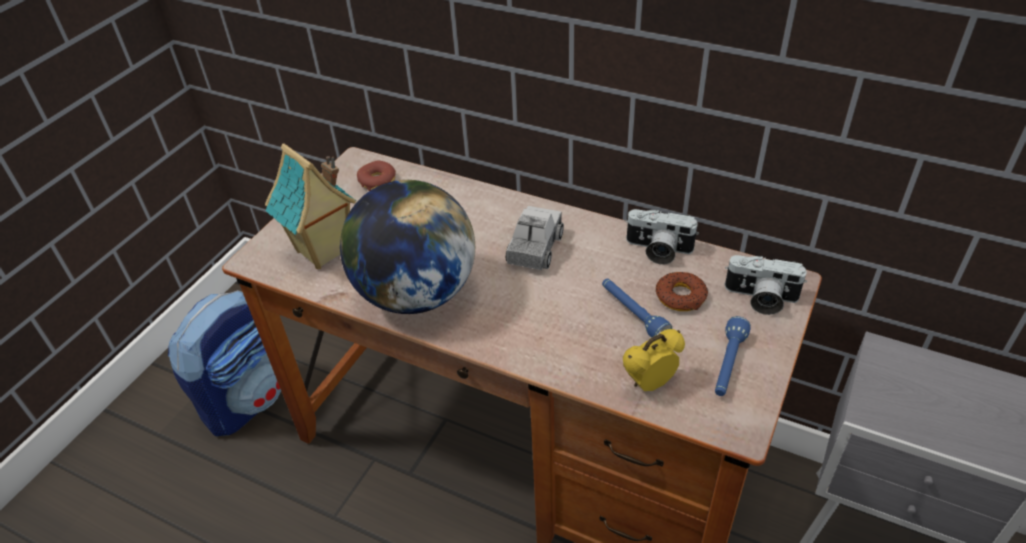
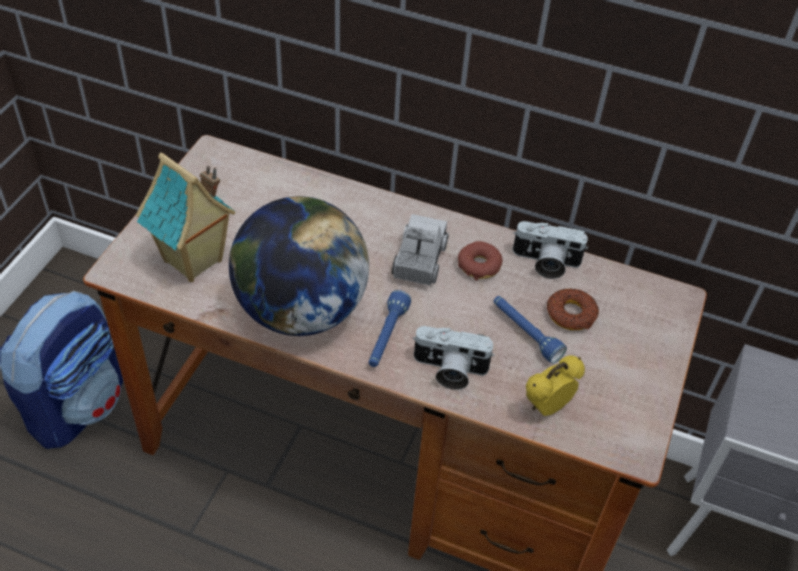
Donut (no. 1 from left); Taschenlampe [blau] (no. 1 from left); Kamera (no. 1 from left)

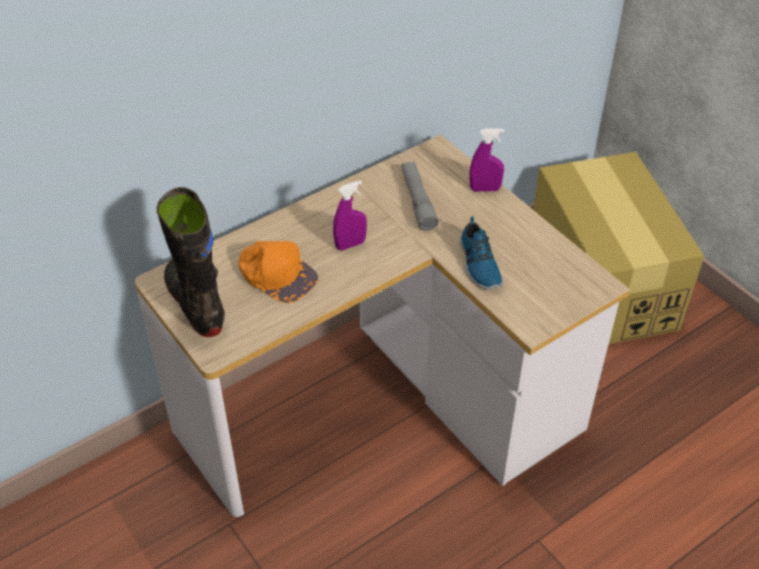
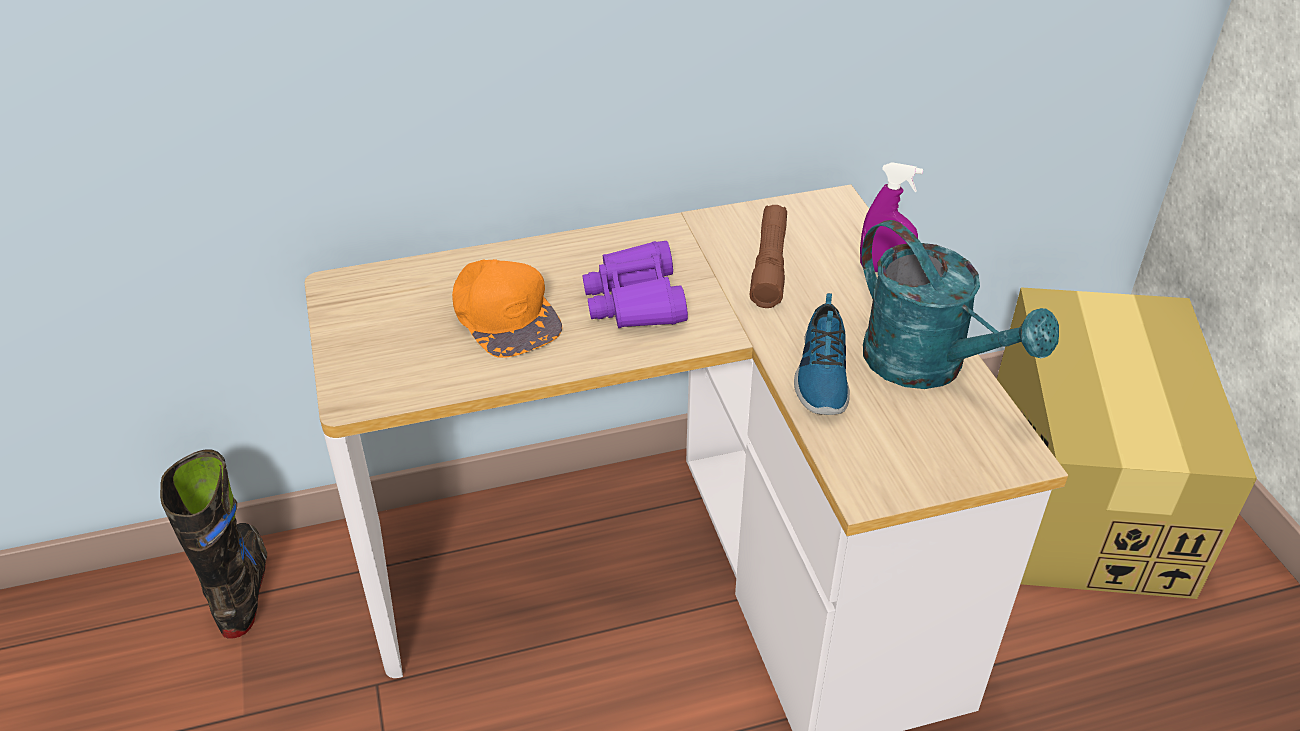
Gießkanne [türkis]; Stiefel [schwarz]; Fernglas [lila]; Taschenlampe [braun]

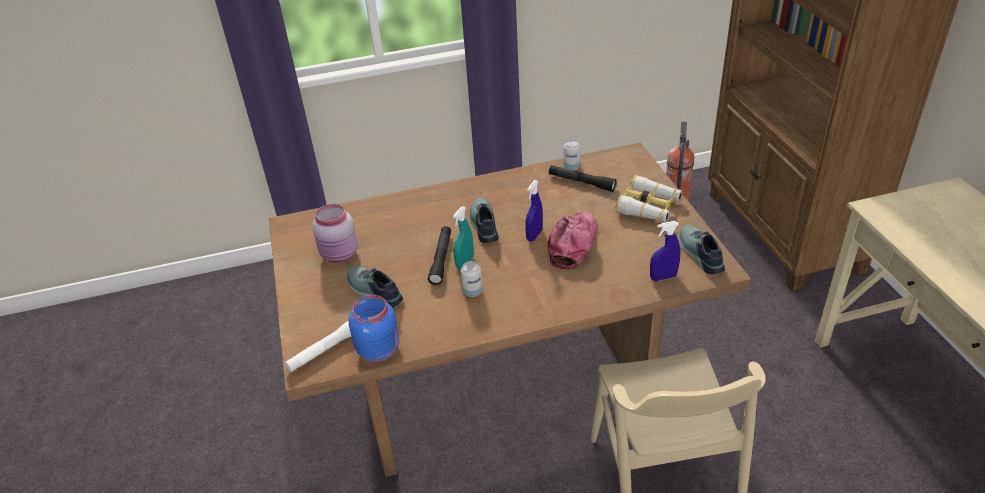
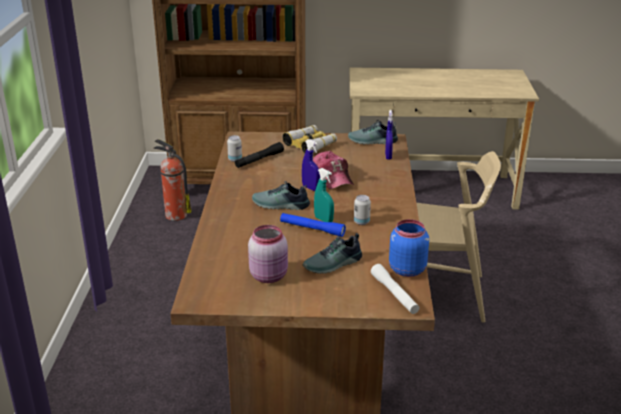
Taschenlampe [blau]; Kappe

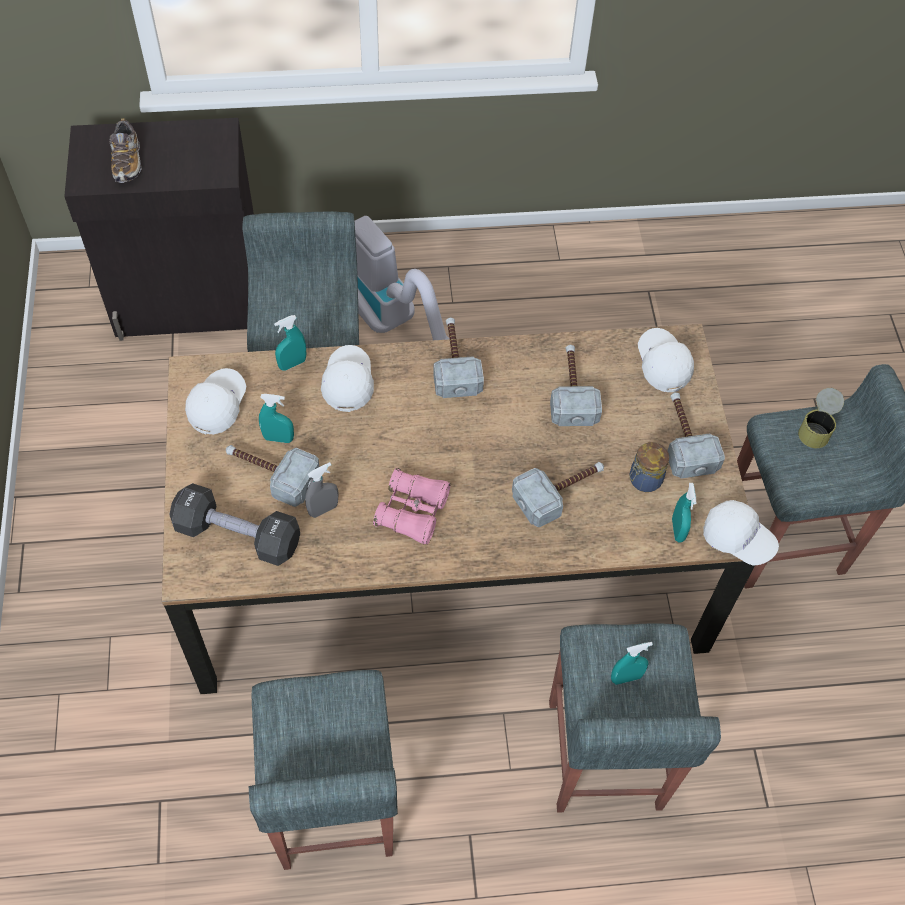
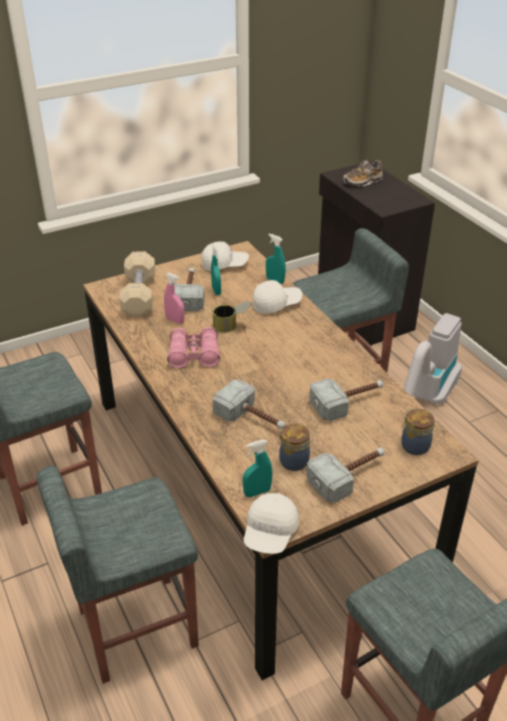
Hammer (no. 2 from left in the first image); Sprühflasche [türkis] (no. 3 from left in the first image); Dose; Vorratsglas (no. 2 from left); Hantel [beige]; Sprühflasche [rosa]

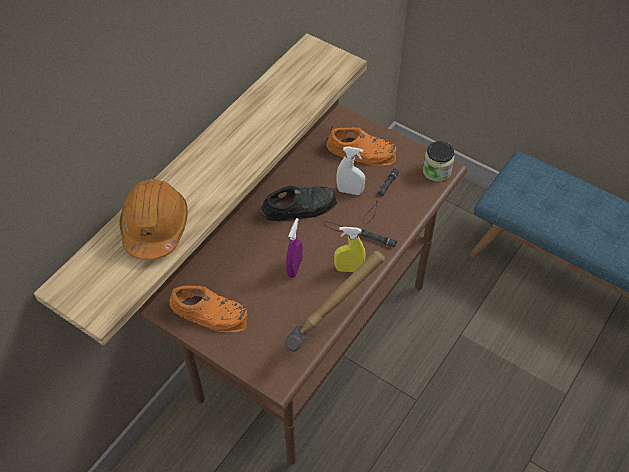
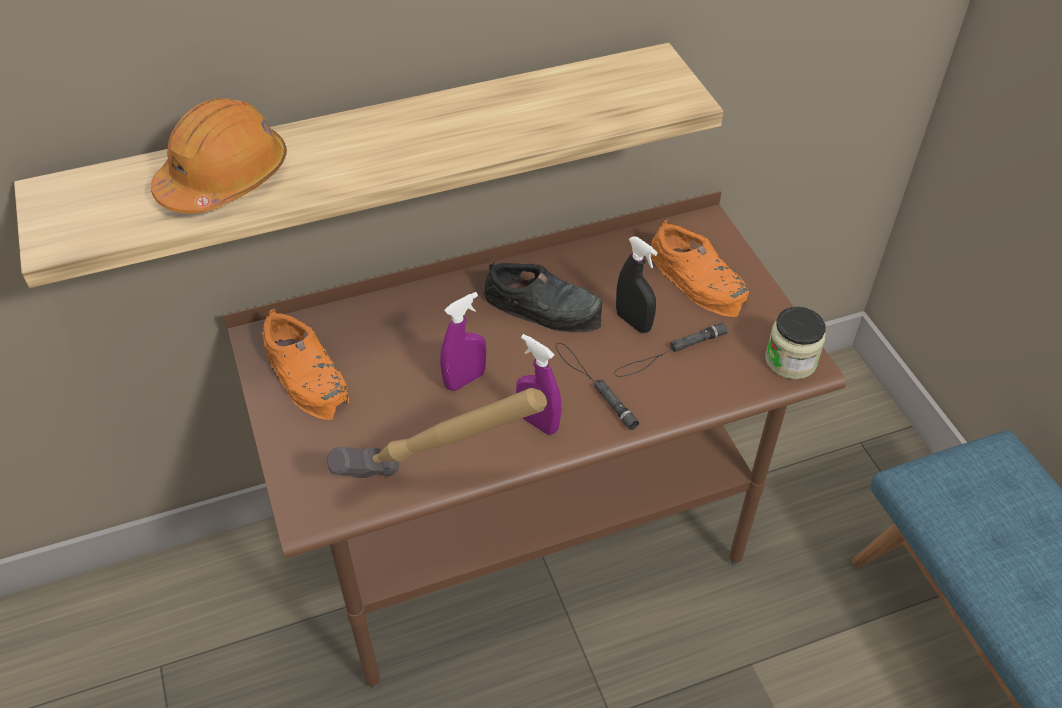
Sprühflasche [lila] (no. 2 from left); Sprühflasche [schwarz]

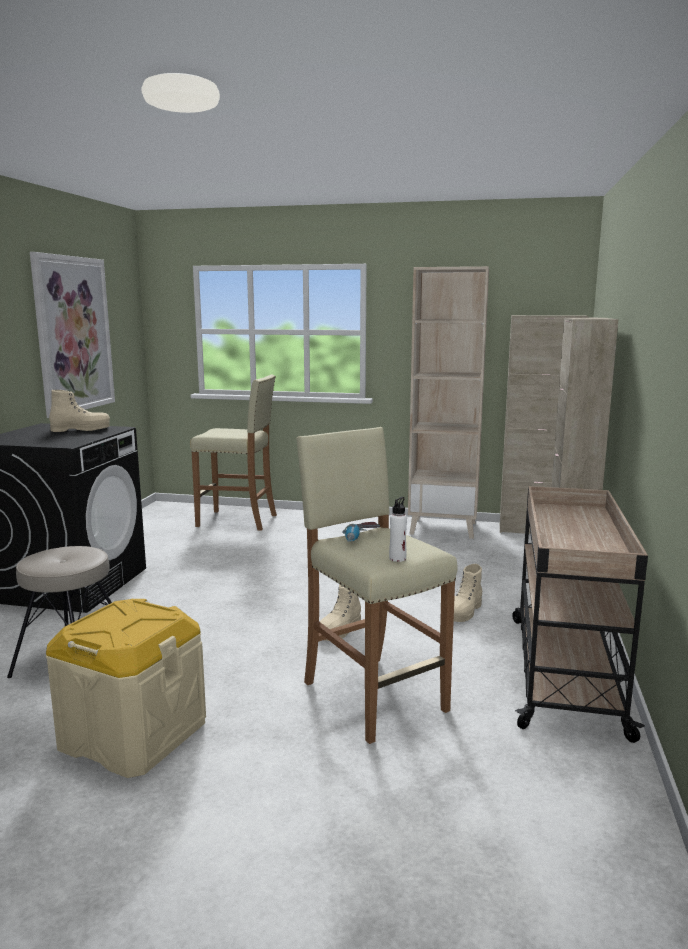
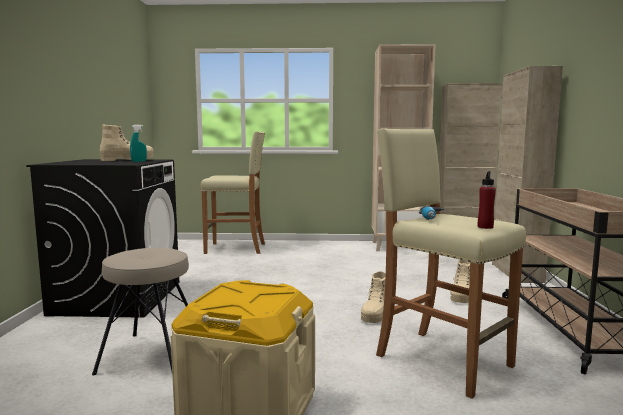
Bild; Sprühflasche [türkis]; Flasche [rot]

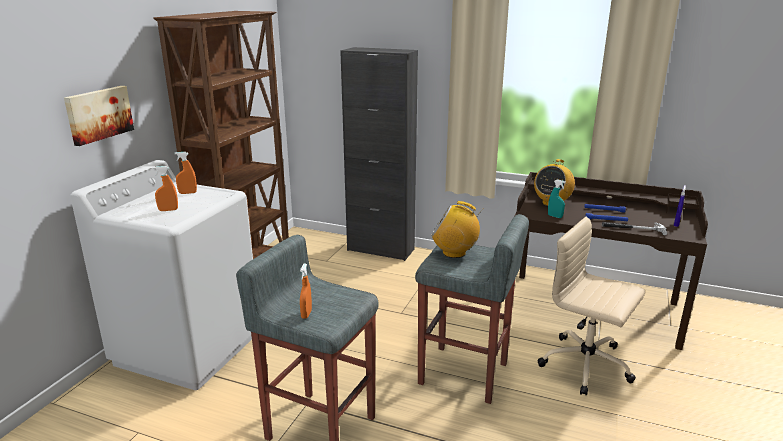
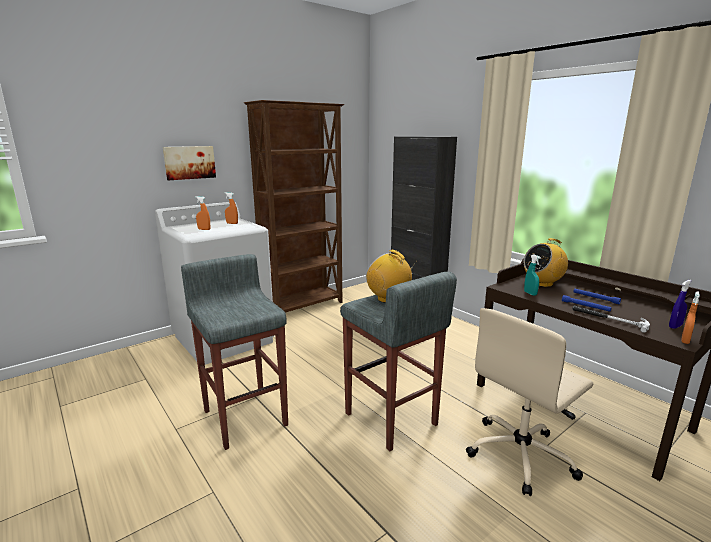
Sprühflasche [orange] (no. 3 from left); Bürostuhl [beige]

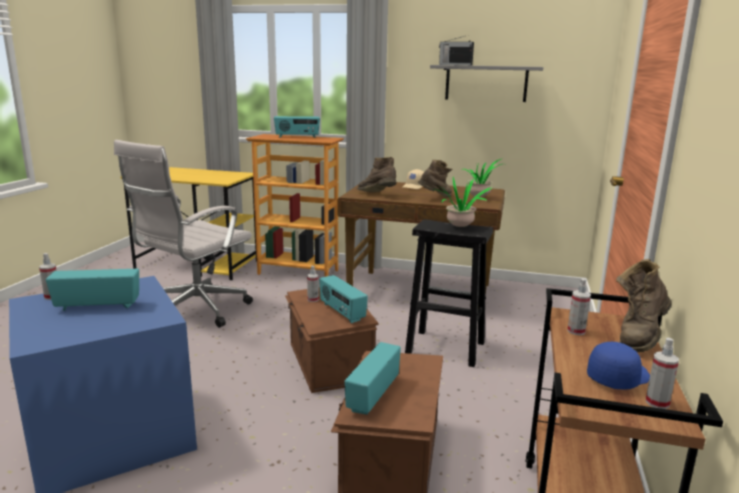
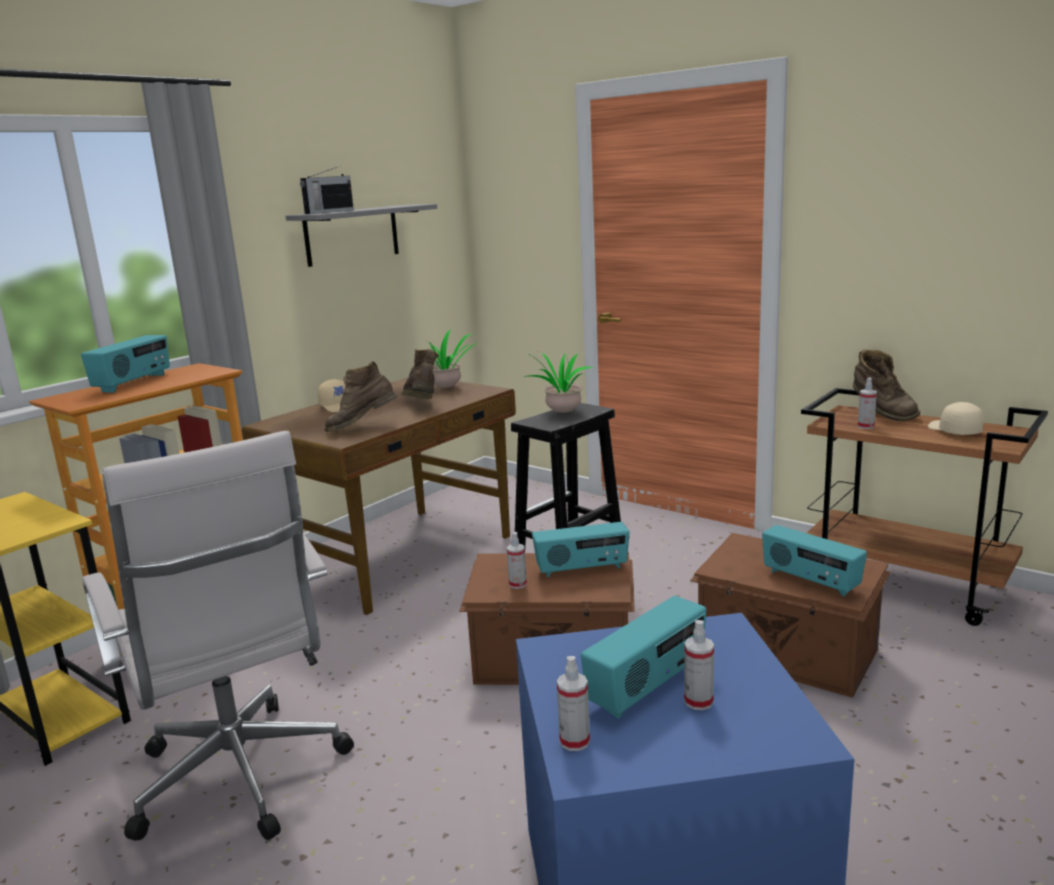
Sprühflasche (no. 3 from left); Kappe [beige] (no. 2 from left); Radio (no. 4 from left)

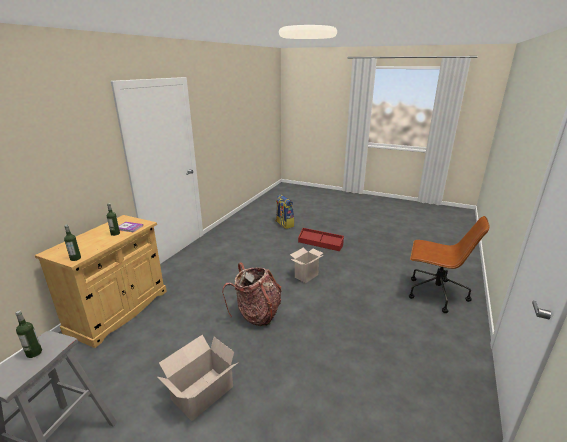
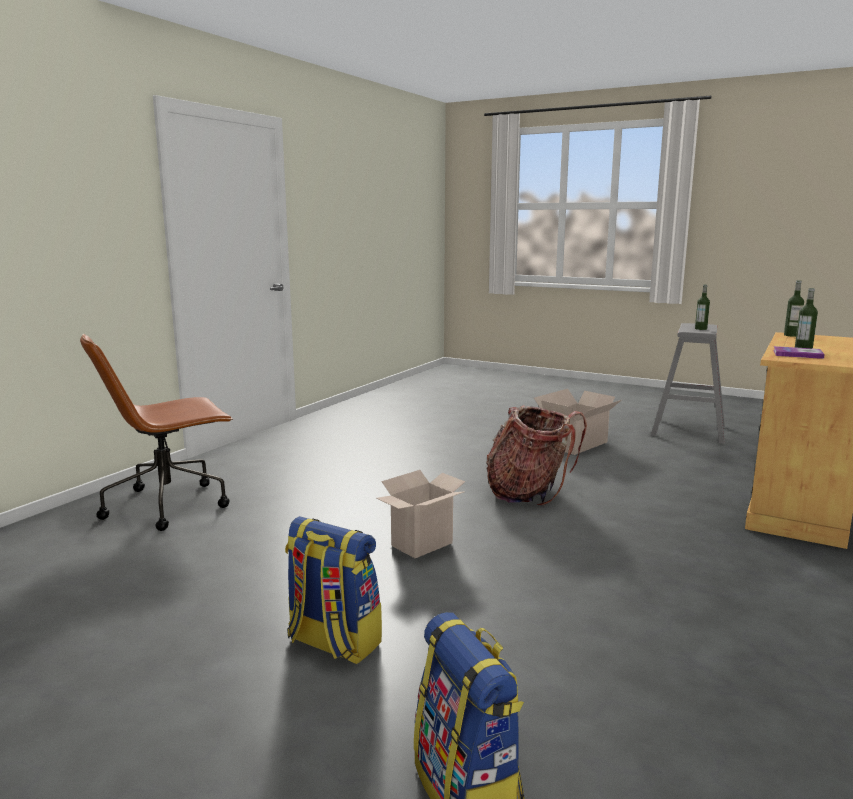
Rucksack (no. 1 from left); Bürostuhl [braun]

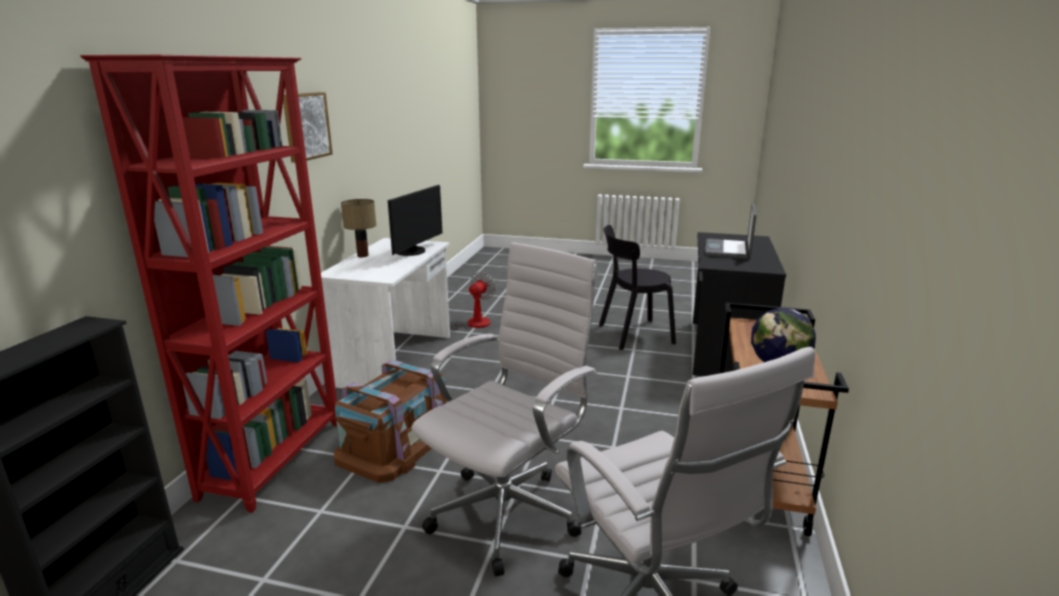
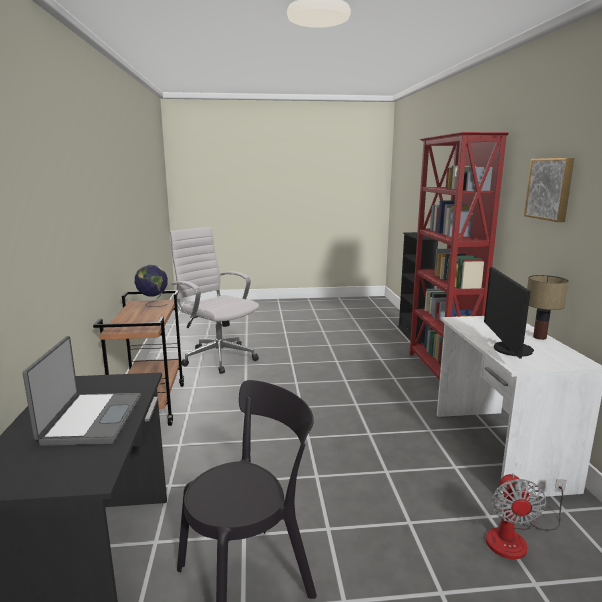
Aufbewahrungsbox [braun]; Bürostuhl [weiß] (no. 1 from left in the first image)

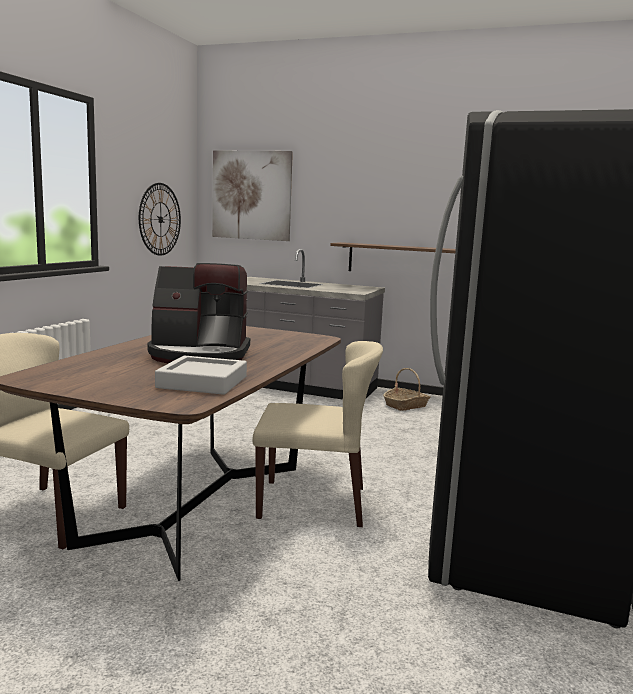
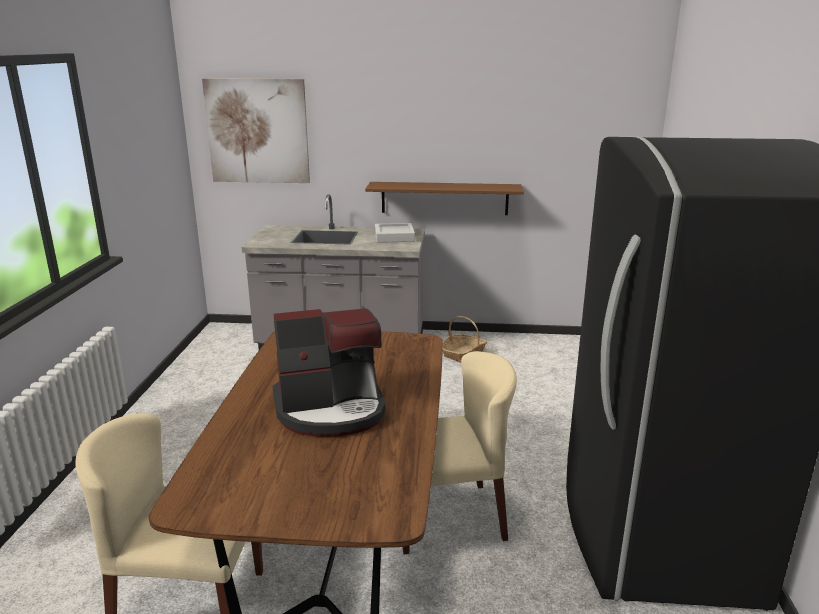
Wanduhr; Tablett [grau]

